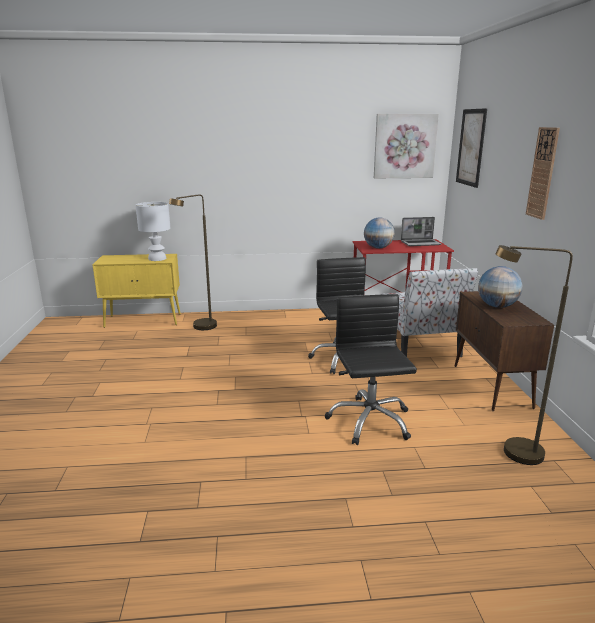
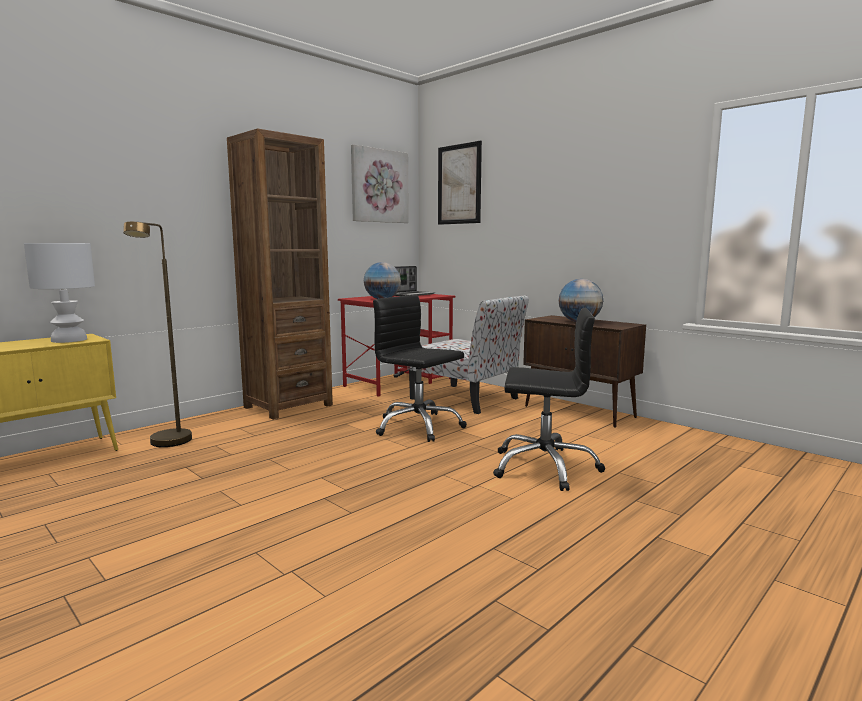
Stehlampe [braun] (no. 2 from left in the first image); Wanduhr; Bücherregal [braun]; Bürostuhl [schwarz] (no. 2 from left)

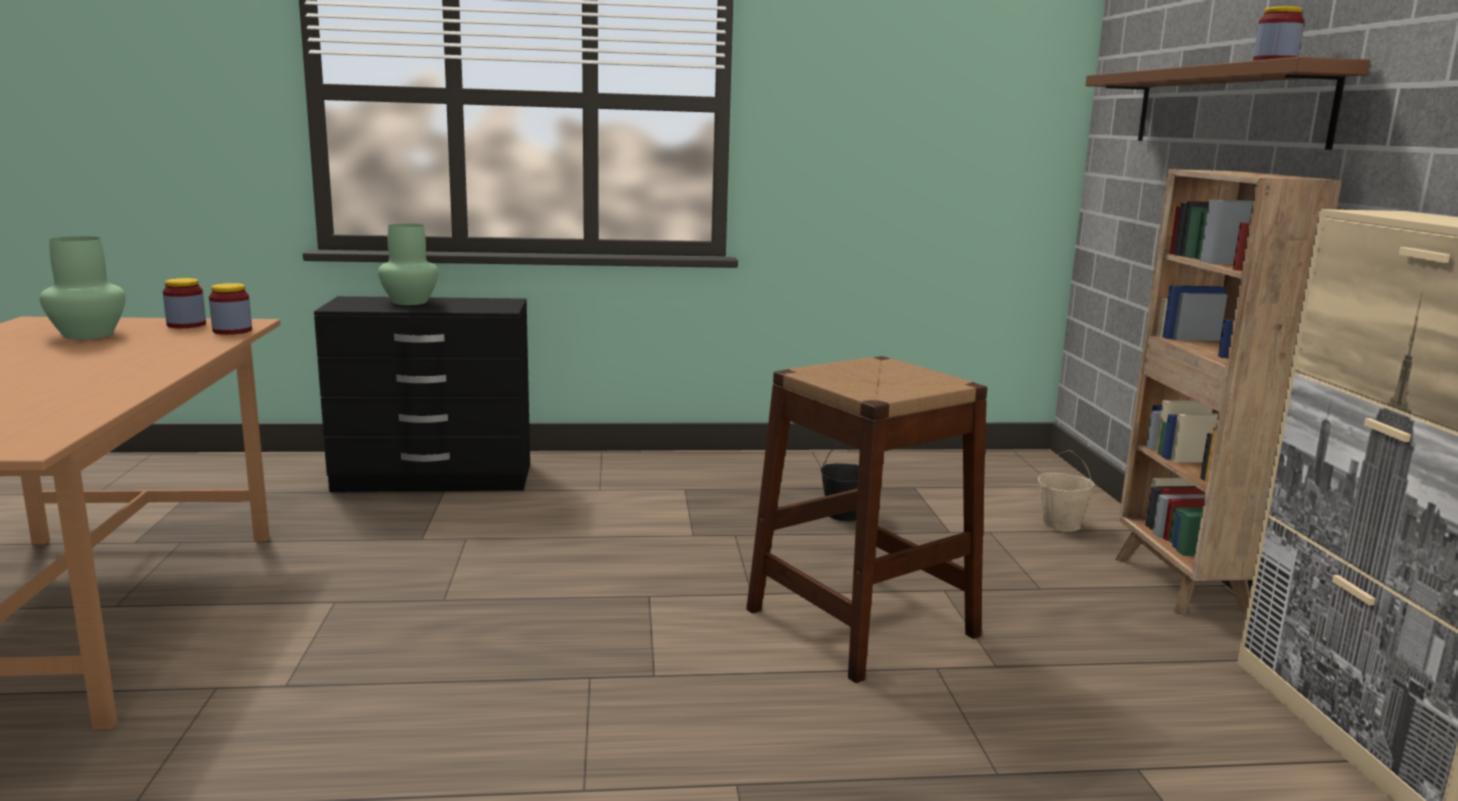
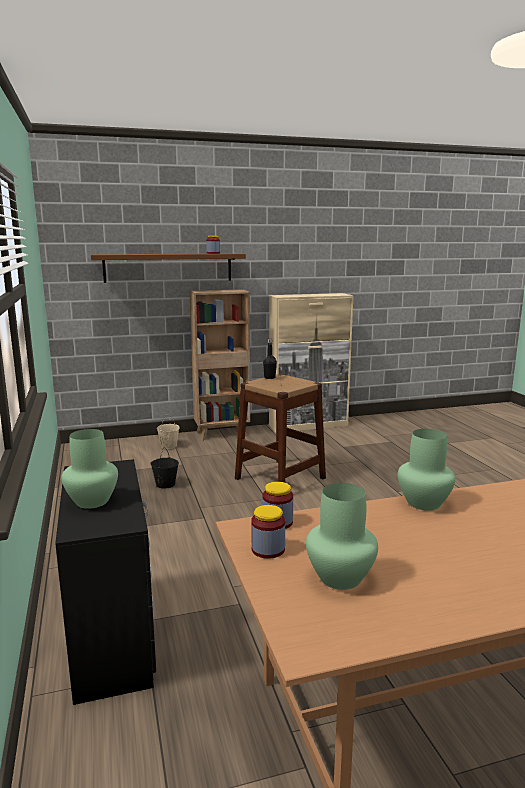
Flasche [schwarz]; Vase [grün] (no. 3 from left)

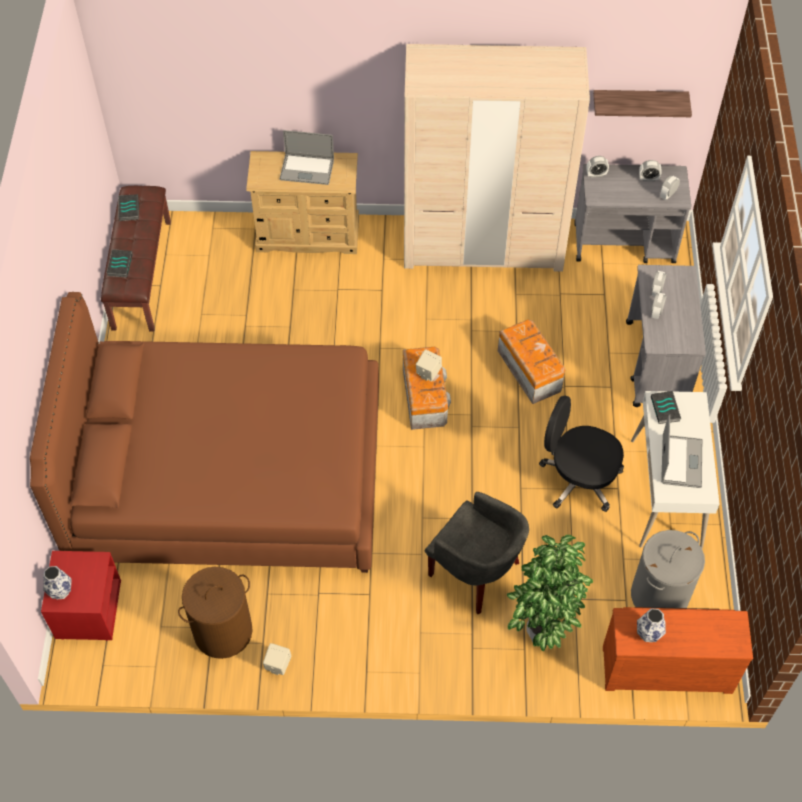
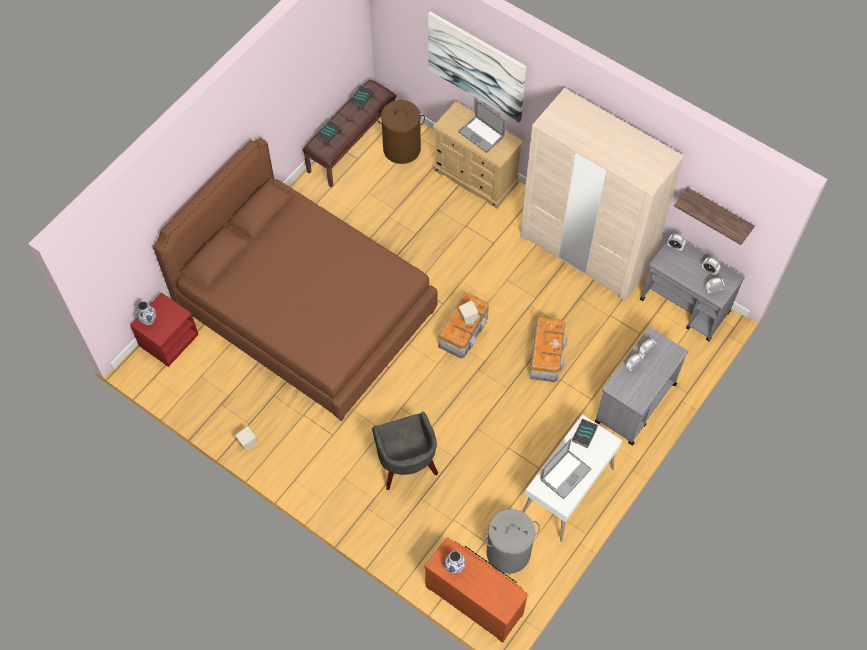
Topfpflanze; Bürostuhl [schwarz]; Bild; Wäschekorb [braun]

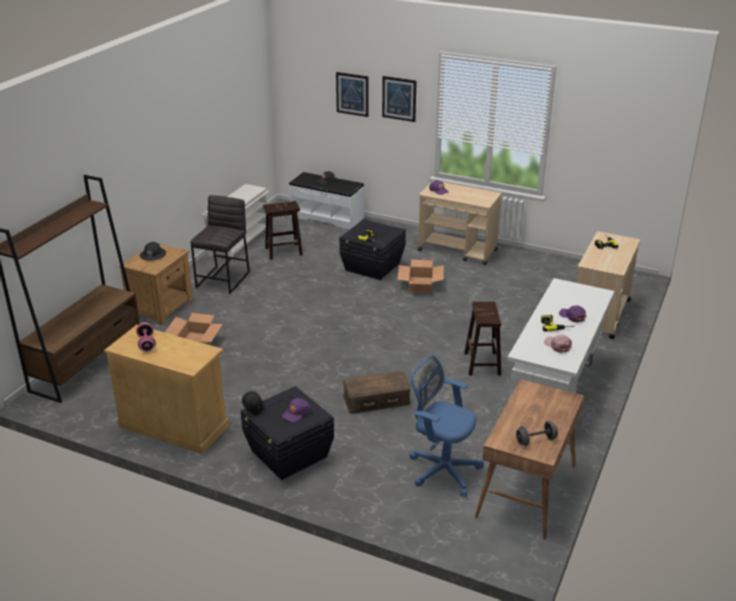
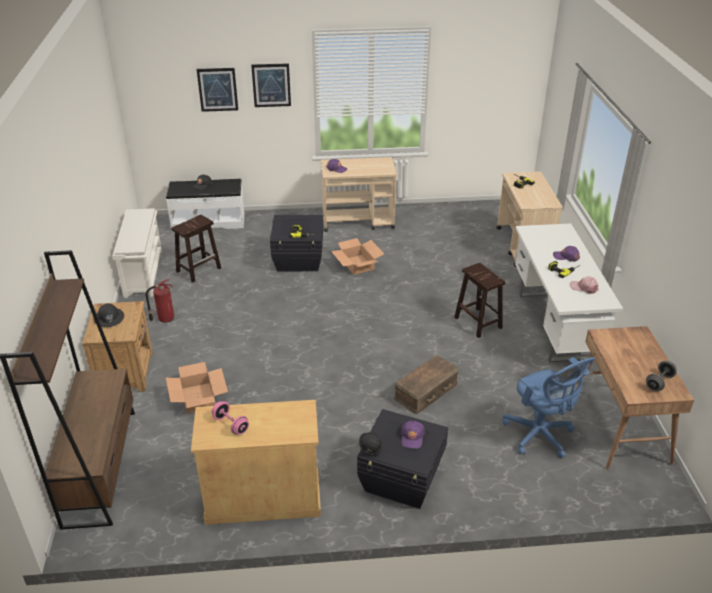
Feuerlöscher; Bürostuhl [blau]

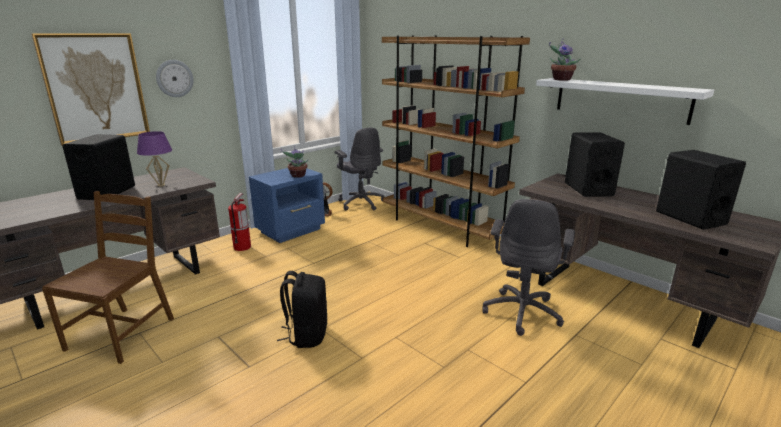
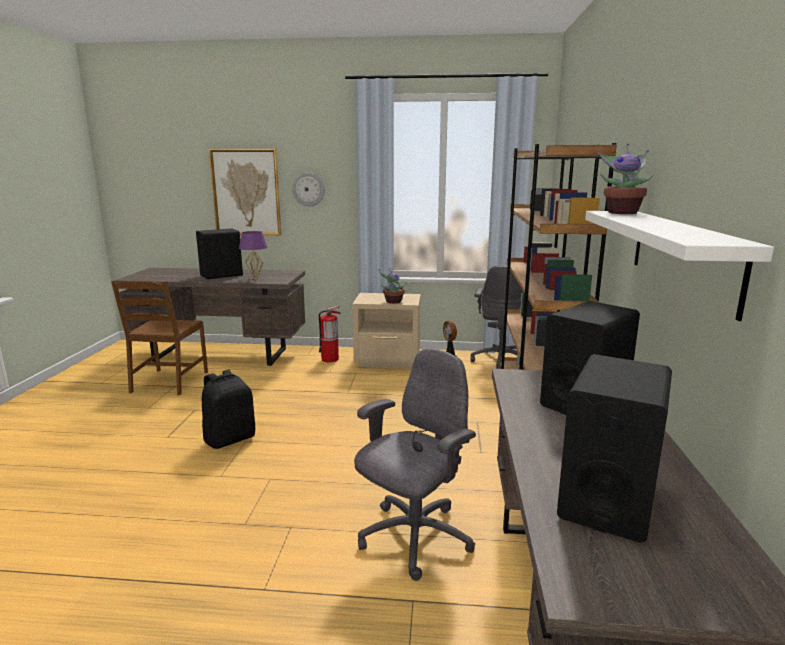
Nachttisch [beige]; Stuhl [braun]; Bürostuhl [grau] (no. 1 from left)

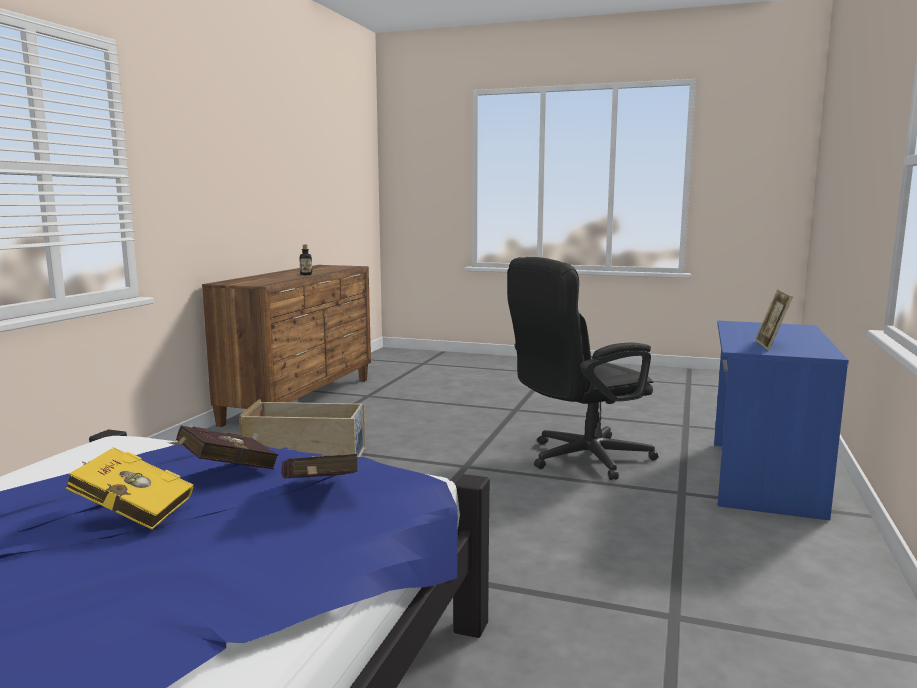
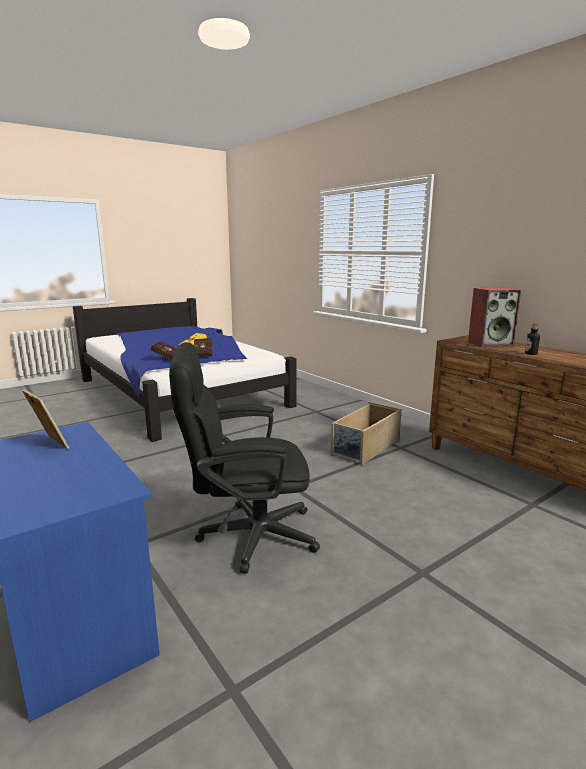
Lautsprecher; Bürostuhl [schwarz]

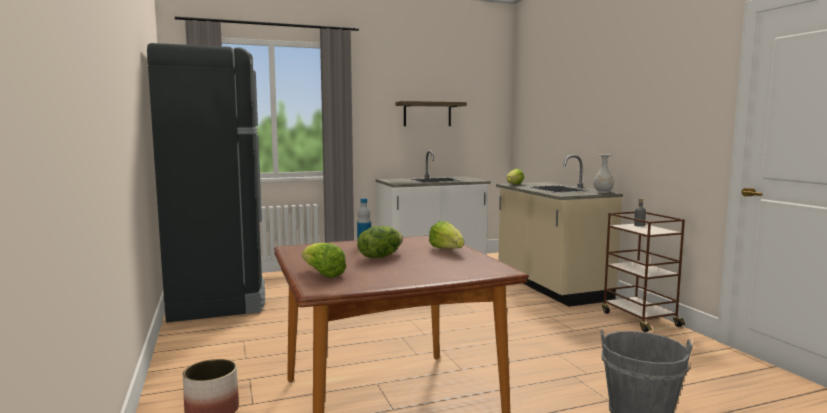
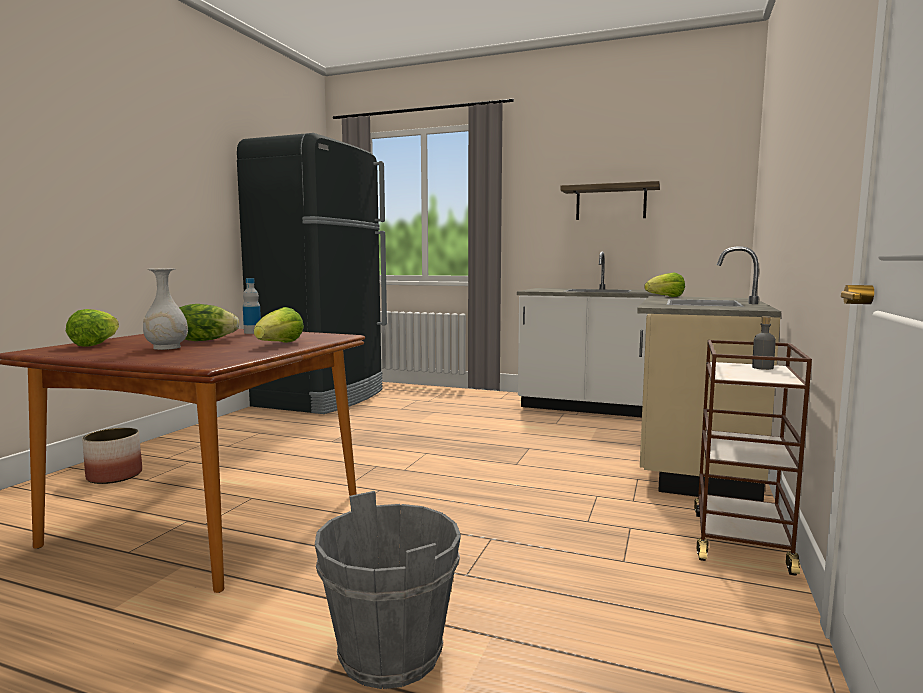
Vase [weiß]

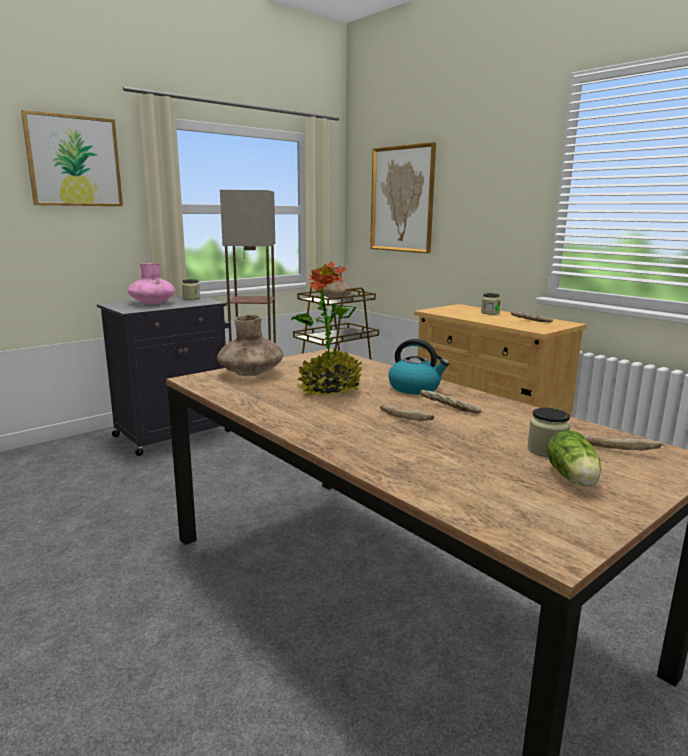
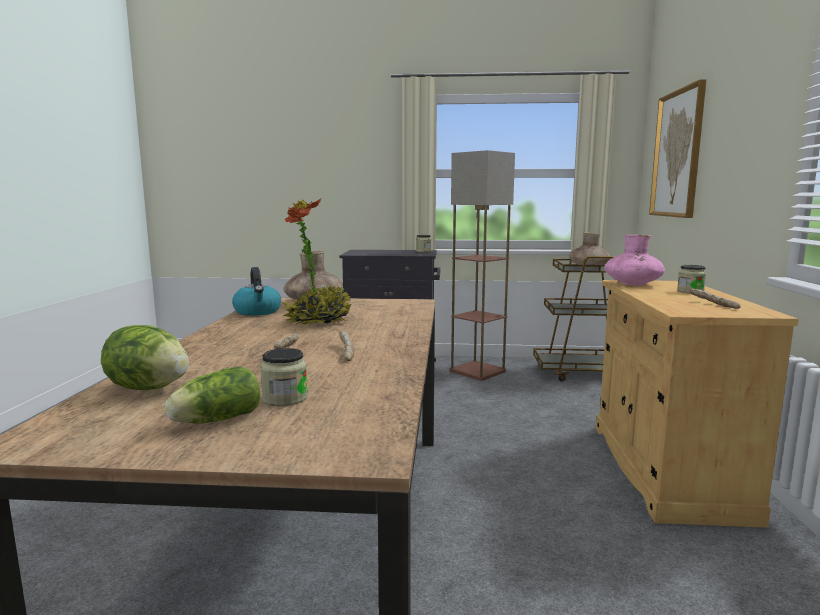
Bild (no. 1 from left in the first image); Brot (no. 4 from left in the first image); Salatkopf (no. 1 from left); Vase [rosa]; Wasserkessel

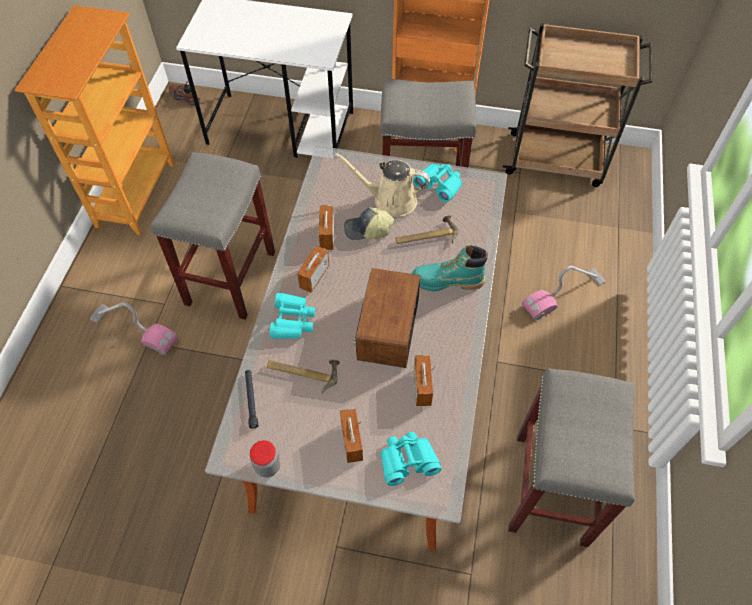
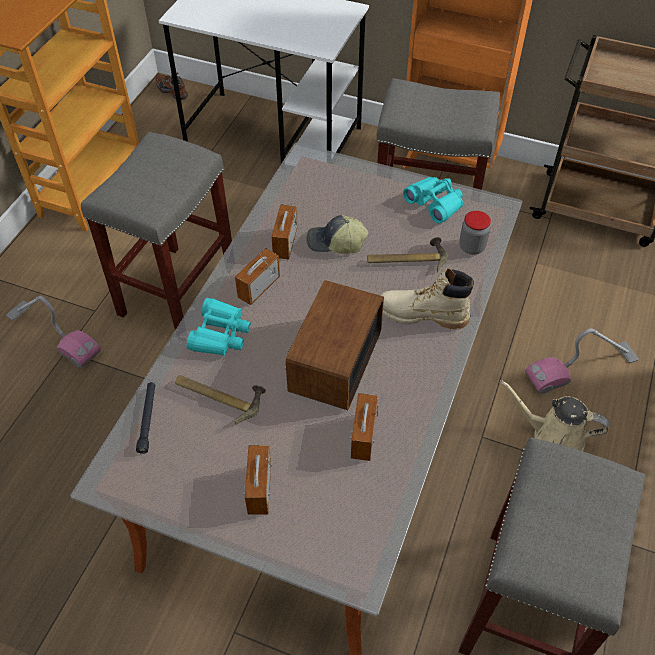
Fernglas [türkis] (no. 2 from left in the first image); Vorratsglas; Gießkanne [beige]; Stiefel [beige]

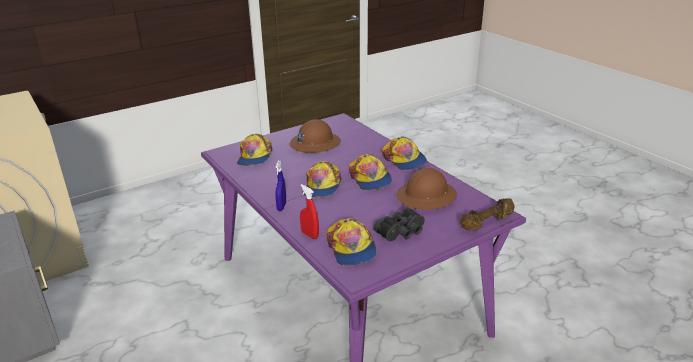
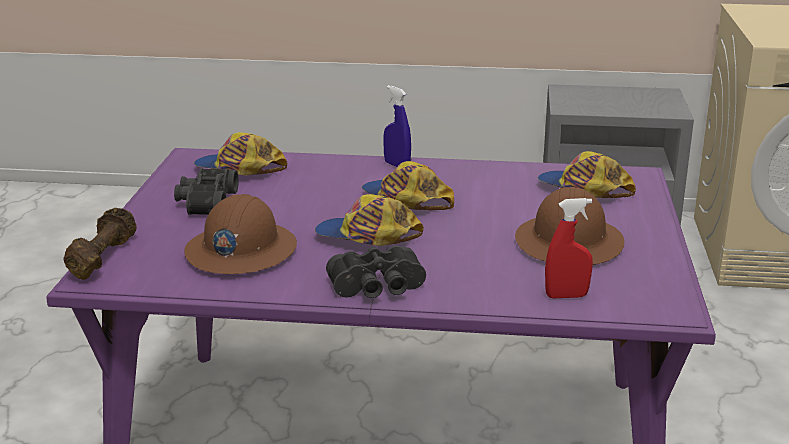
Sprühflasche [rot]; Fernglas [schwarz] (no. 2 from left)

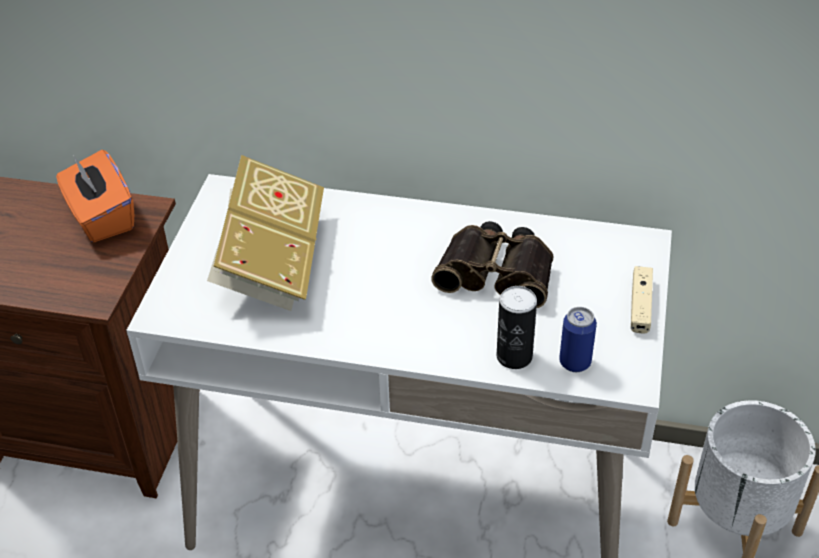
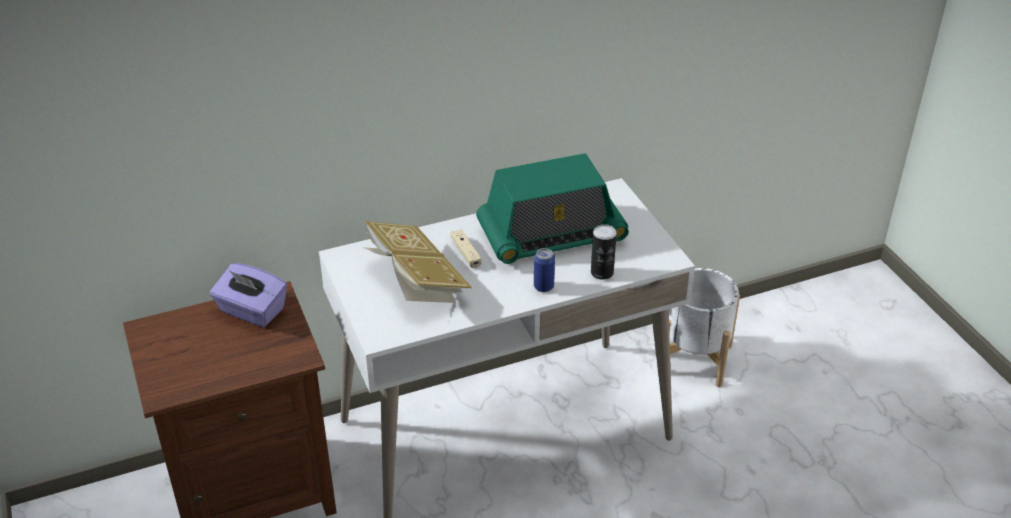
Dose (no. 1 from left); Gamepad [beige]; Radio; Taschentuchbox [lila]

